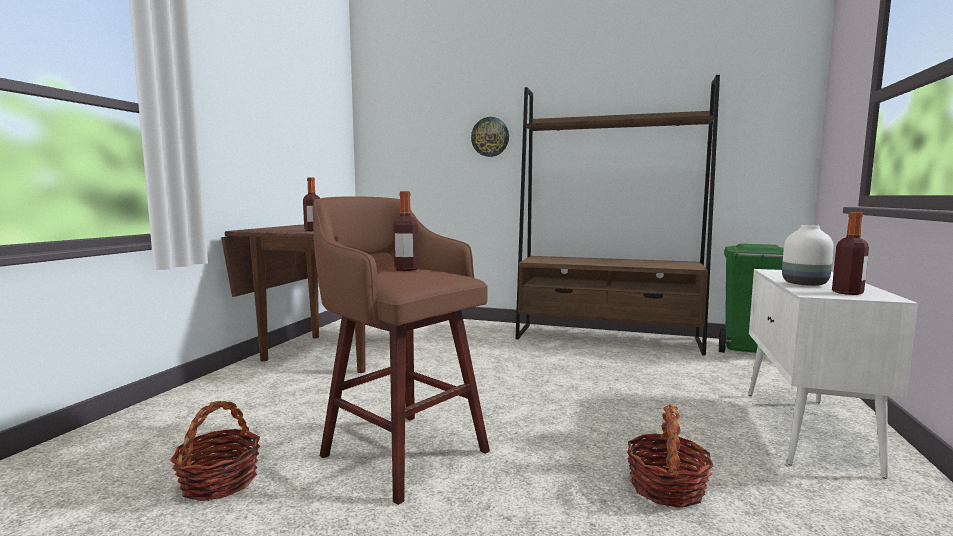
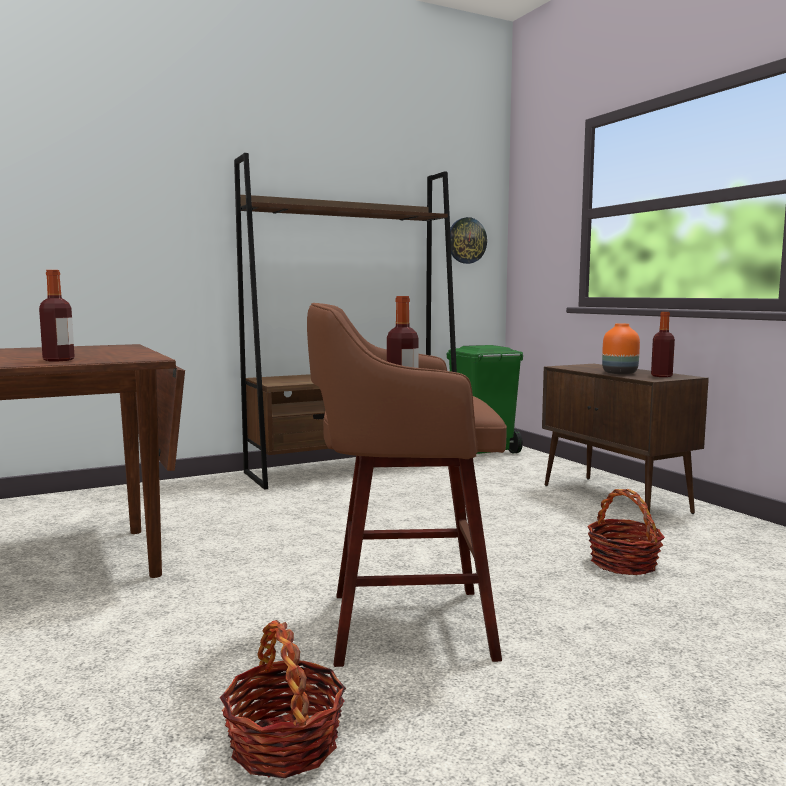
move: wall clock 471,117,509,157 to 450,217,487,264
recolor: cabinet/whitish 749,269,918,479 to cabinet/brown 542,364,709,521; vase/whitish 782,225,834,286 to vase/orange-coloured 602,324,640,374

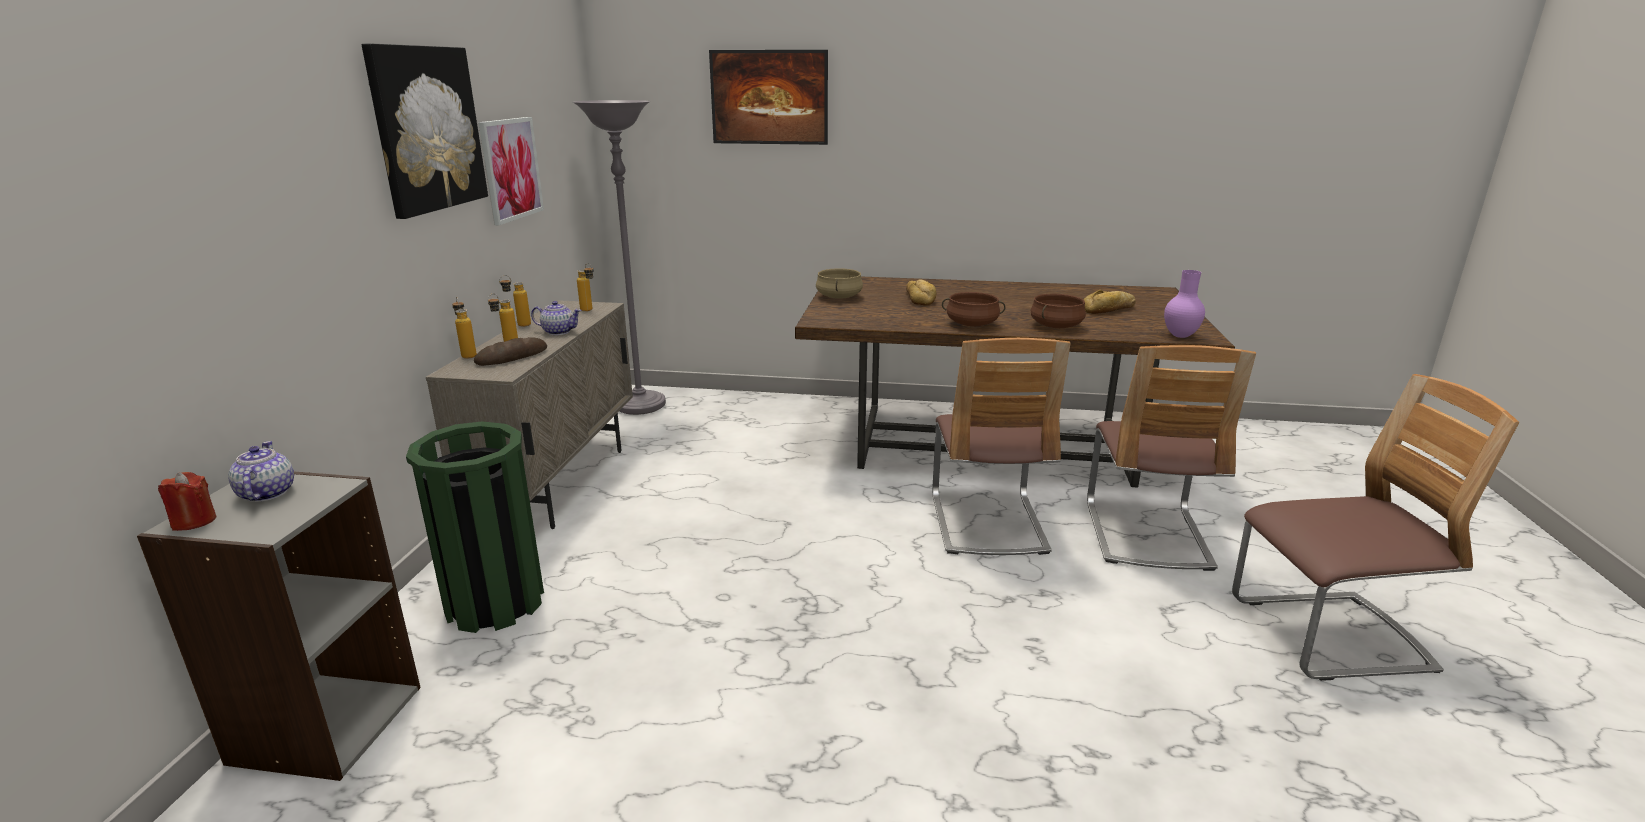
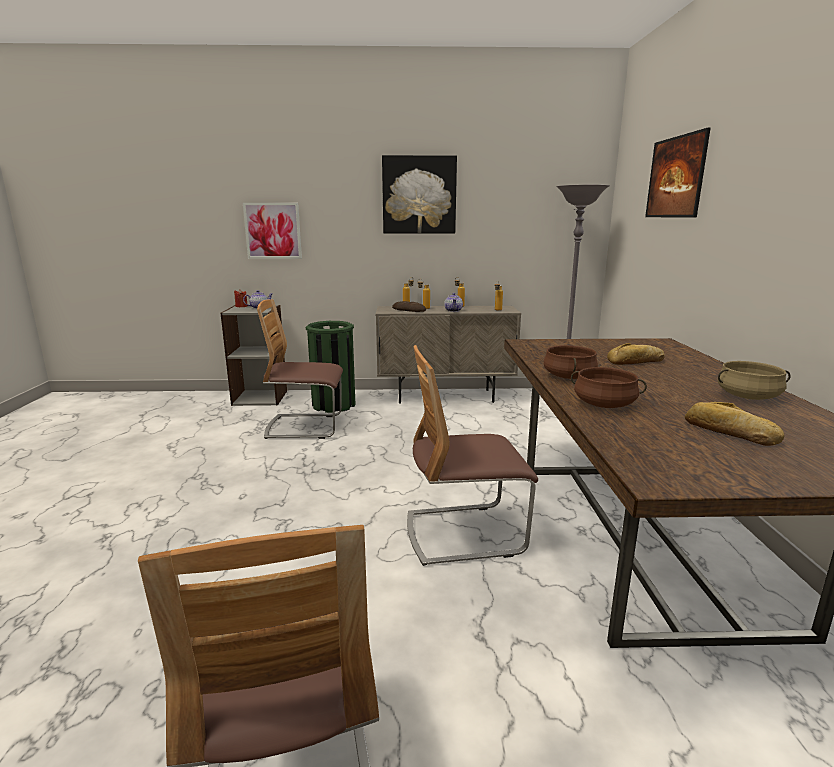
delete: vase/purplish 1164,270,1205,338
move: wall picture 479,117,544,225 to 243,203,302,259; stockpot/beige-coloured 816,268,863,299 to 718,361,791,400; plain chair 1087,345,1256,571 to 257,299,343,439

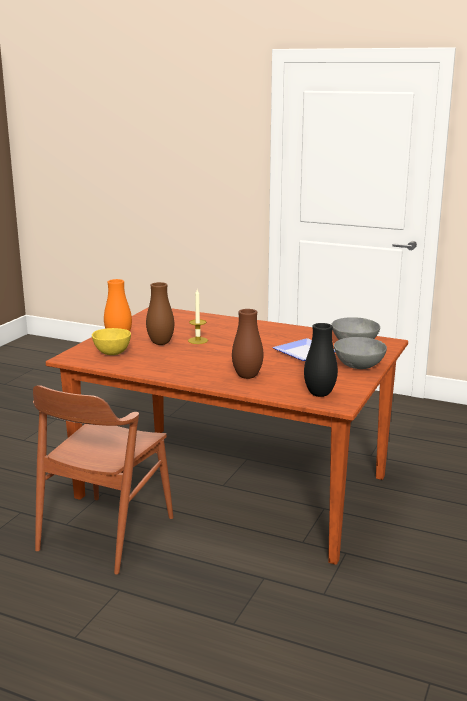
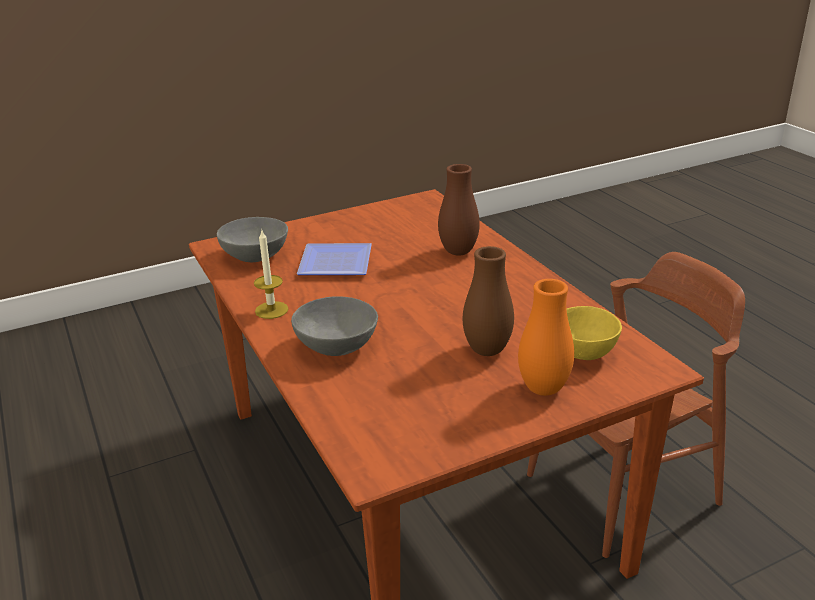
delete: vase/black-coloured 304,323,338,397
move: candle 188,289,208,344 to 254,231,288,319; bowl/greyish 334,337,387,369 to 291,296,378,356

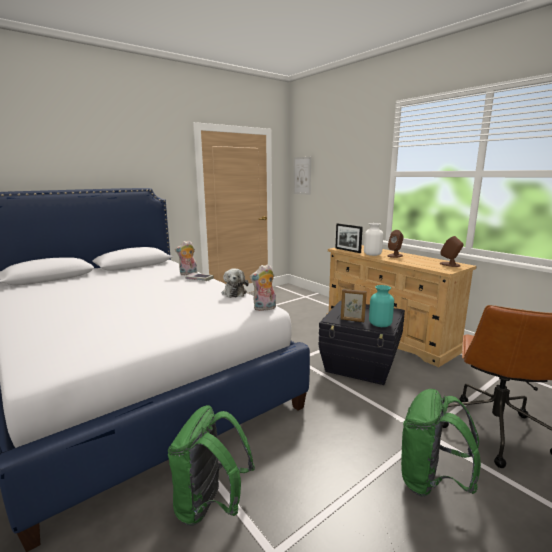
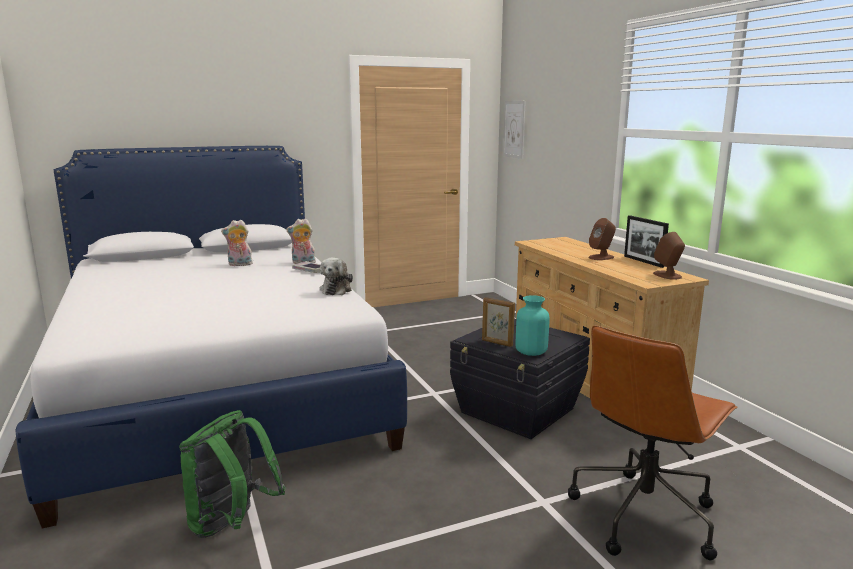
delete: vase/whitish 364,223,383,256; rucksack/greenish 401,389,481,497
move: plush toy 249,264,276,311 to 221,220,253,266; standing frame 335,223,363,253 to 624,215,669,268

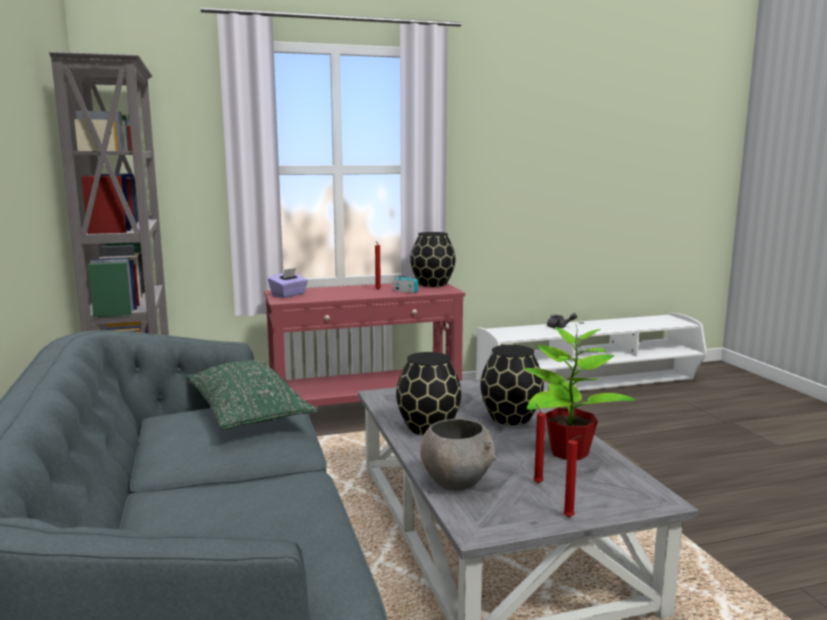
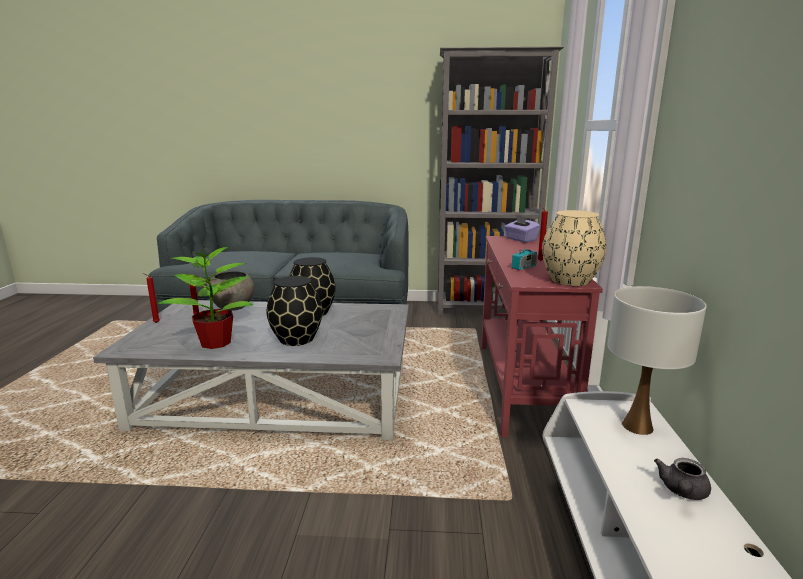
delete: pillow/greenish 185,360,318,429
insert: lamp for a table/whitish 607,286,707,435
recolor: vase/black-coloured 410,232,456,287 to vase/beige-coloured 542,210,606,286

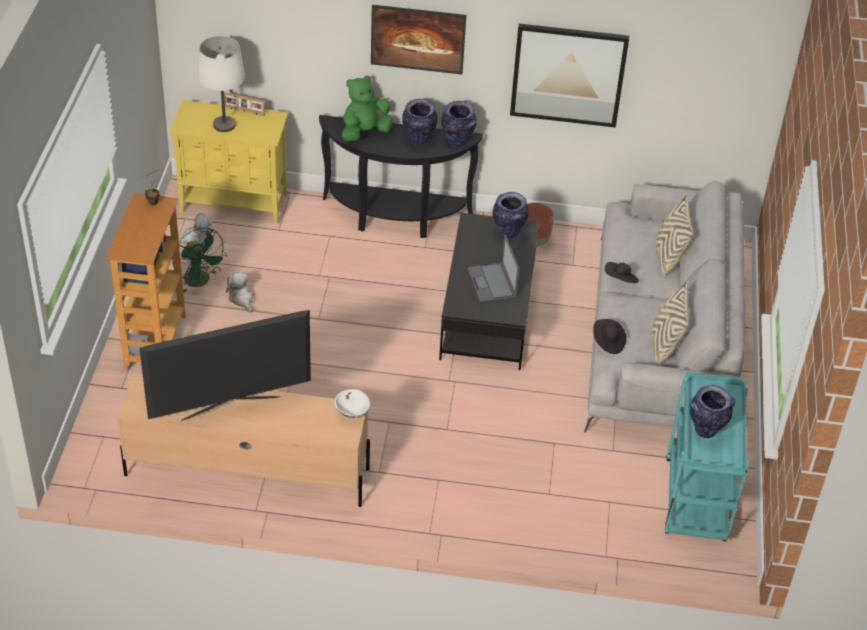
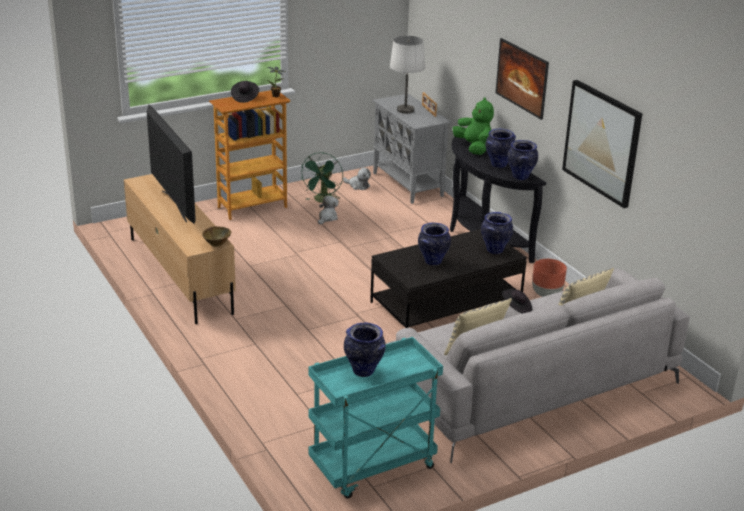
move: hat/black-coloured 593,319,626,354 to 231,81,259,103
replace: notebook computer 467,235,519,302 to vase 418,222,451,265
recolor: cabinet/yellow-coloured 169,100,288,224 to cabinet/greyish 373,94,452,204; bowl/whitish 335,389,370,419 to bowl/brown 202,226,231,247
rotate: TV 139,310,311,421 = 147,105,196,224 150 degrees counterclockwise; plush toy/greenish 342,75,393,141 = 452,97,494,155 45 degrees clockwise

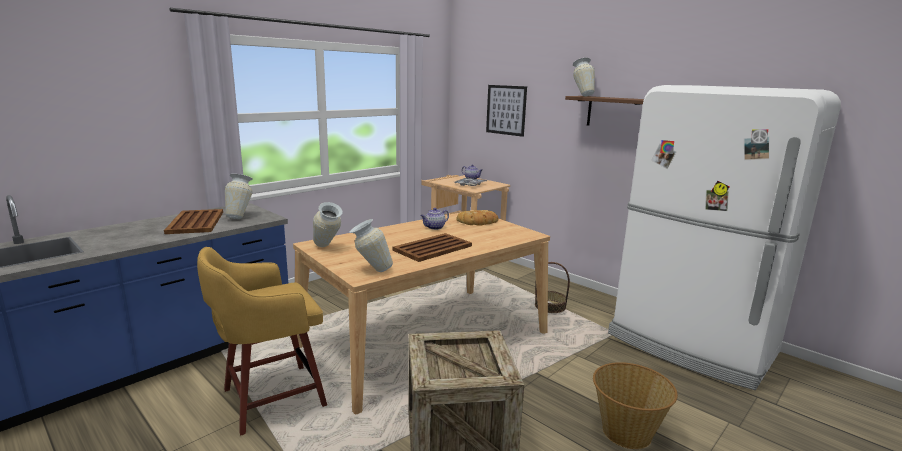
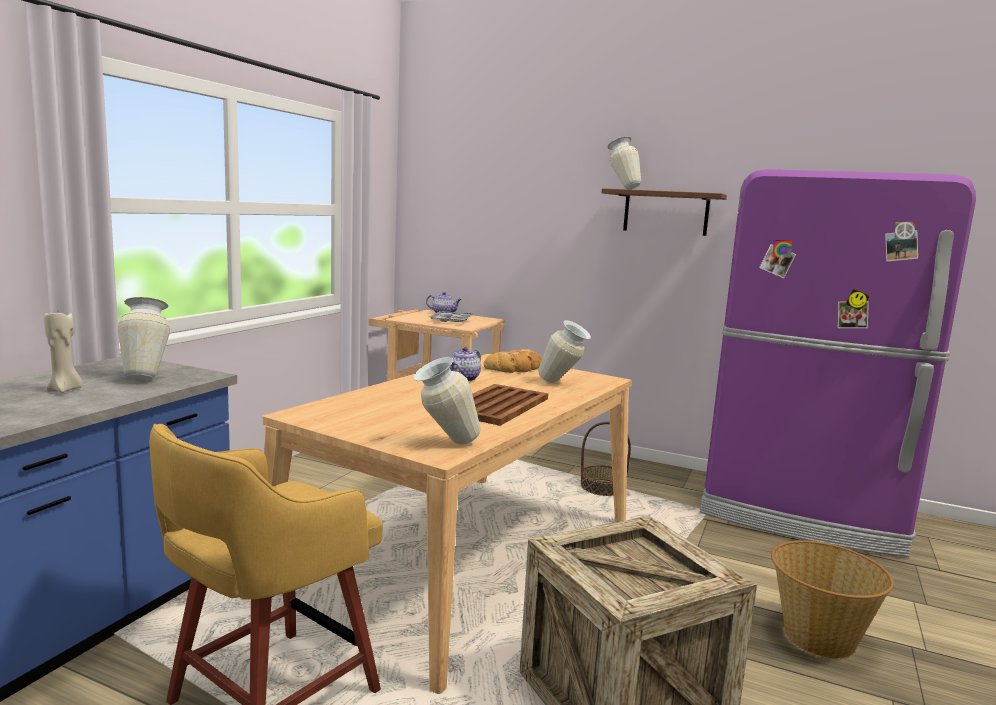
delete: wall picture 486,85,527,137
move: vase 313,202,343,247 to 538,320,591,383
replace: carrying tray/brown 164,209,223,234 to candle/beige-coloured 44,312,83,393
recolor: fridge/whitish 608,85,841,390 to fridge/purplish 700,169,976,557

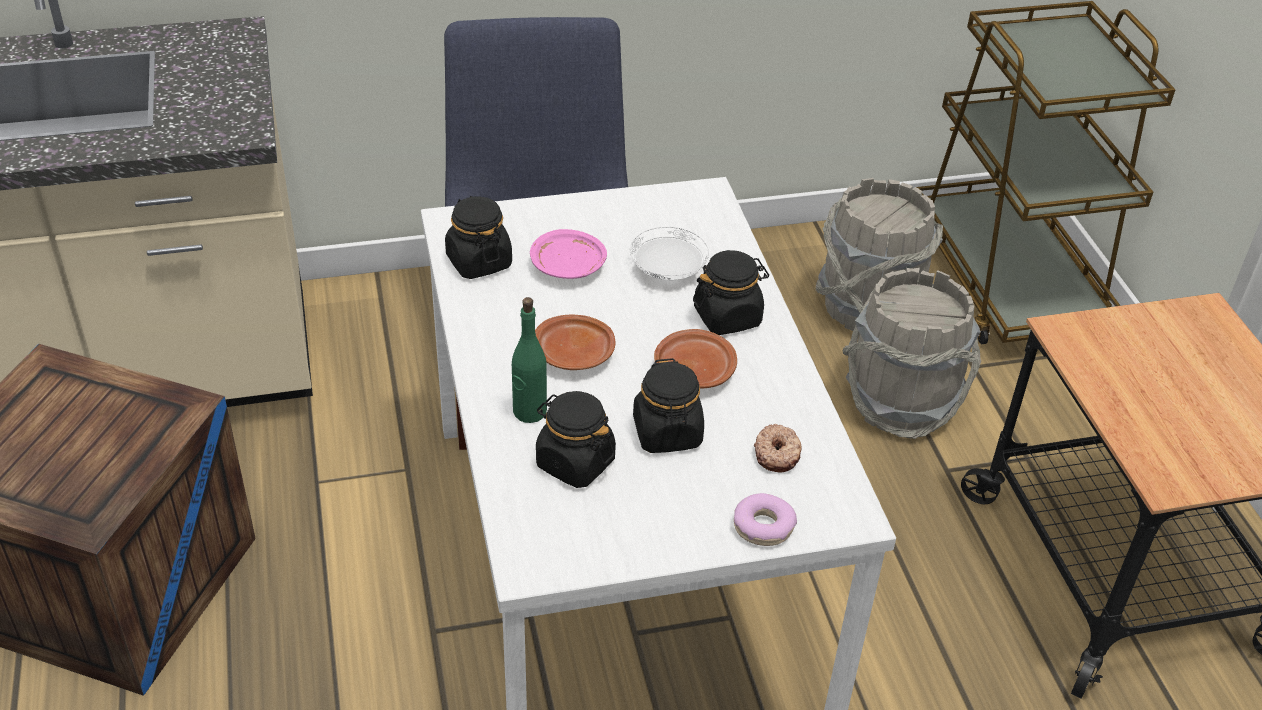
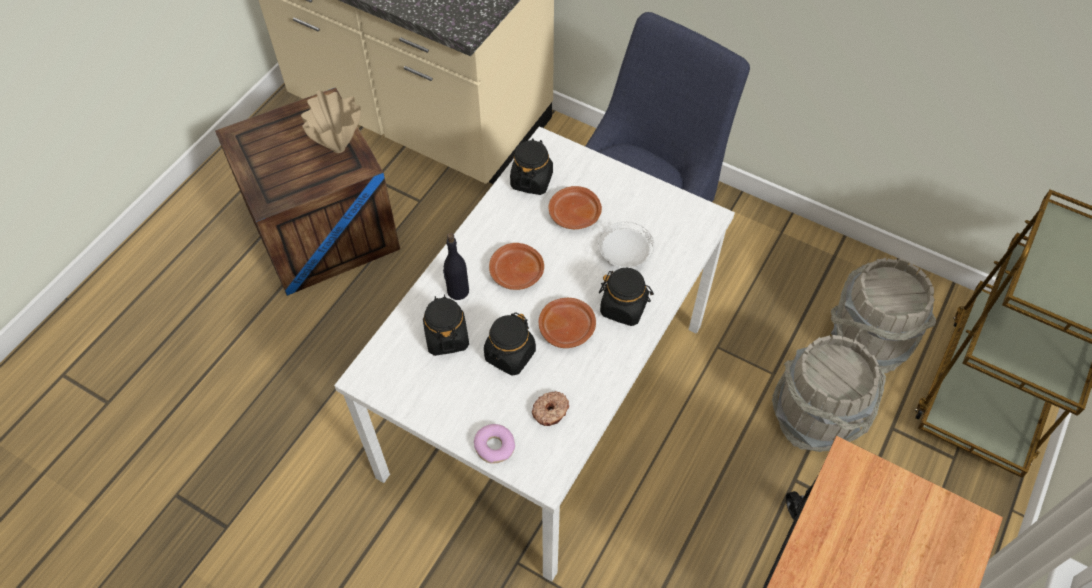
insert: vase/beige-coloured 301,90,361,153
recolor: bottle/greenish 512,297,547,423 to bottle/black-coloured 443,233,469,300; plate/pink-coloured 530,229,607,279 to plate/brown 548,186,602,229

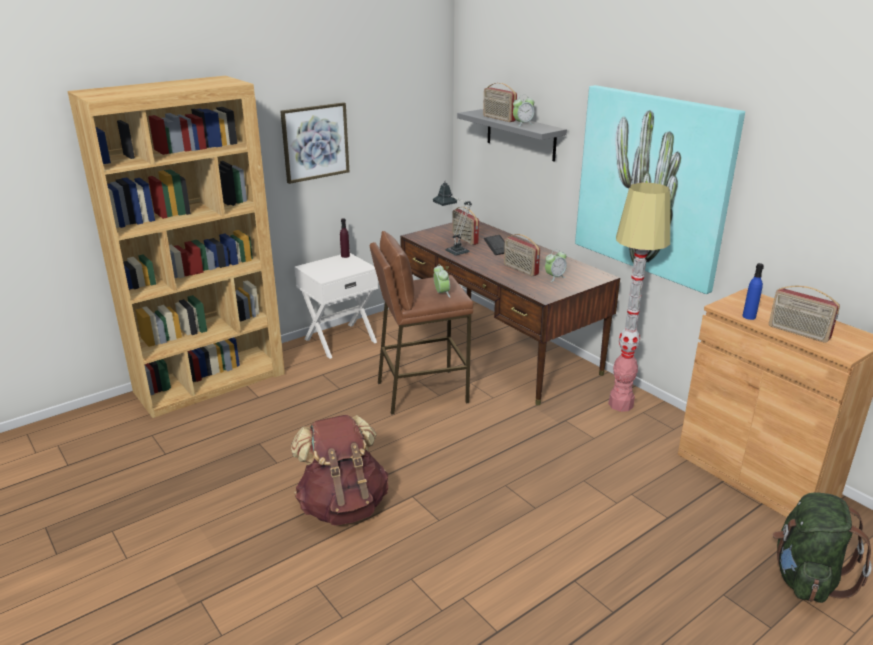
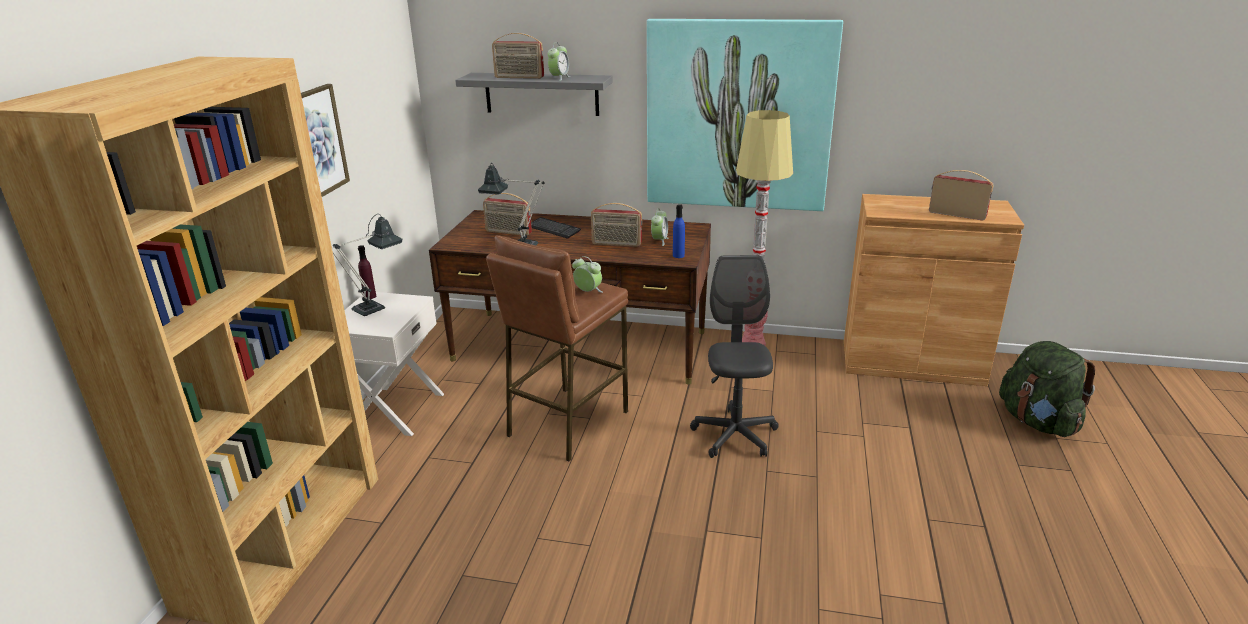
delete: rucksack/brown 291,415,388,526
insert: lamp for a table 332,214,402,316; computer chair/greyish 690,255,779,458
move: bottle/blue 742,263,764,320 to 673,204,685,258
rotate: radio set 769,286,840,343 = 929,170,993,221 150 degrees counterclockwise

